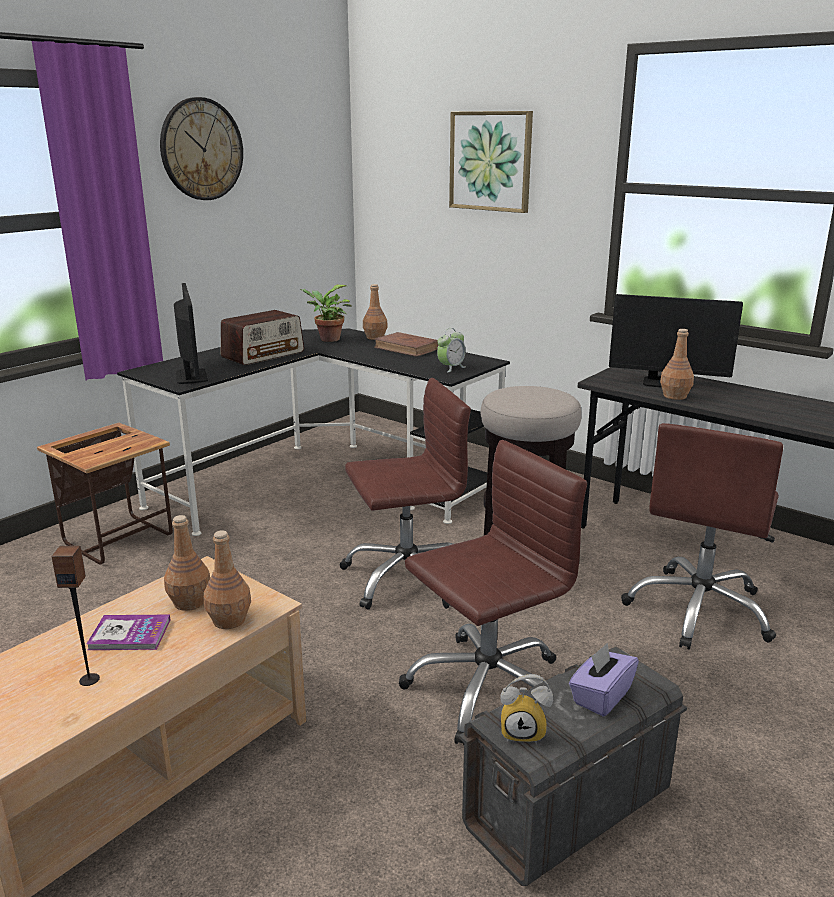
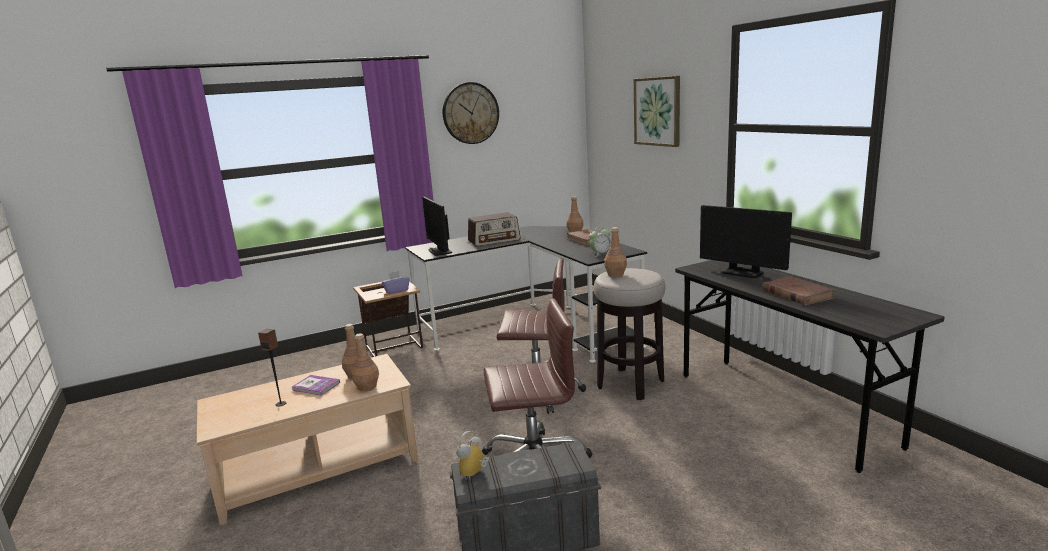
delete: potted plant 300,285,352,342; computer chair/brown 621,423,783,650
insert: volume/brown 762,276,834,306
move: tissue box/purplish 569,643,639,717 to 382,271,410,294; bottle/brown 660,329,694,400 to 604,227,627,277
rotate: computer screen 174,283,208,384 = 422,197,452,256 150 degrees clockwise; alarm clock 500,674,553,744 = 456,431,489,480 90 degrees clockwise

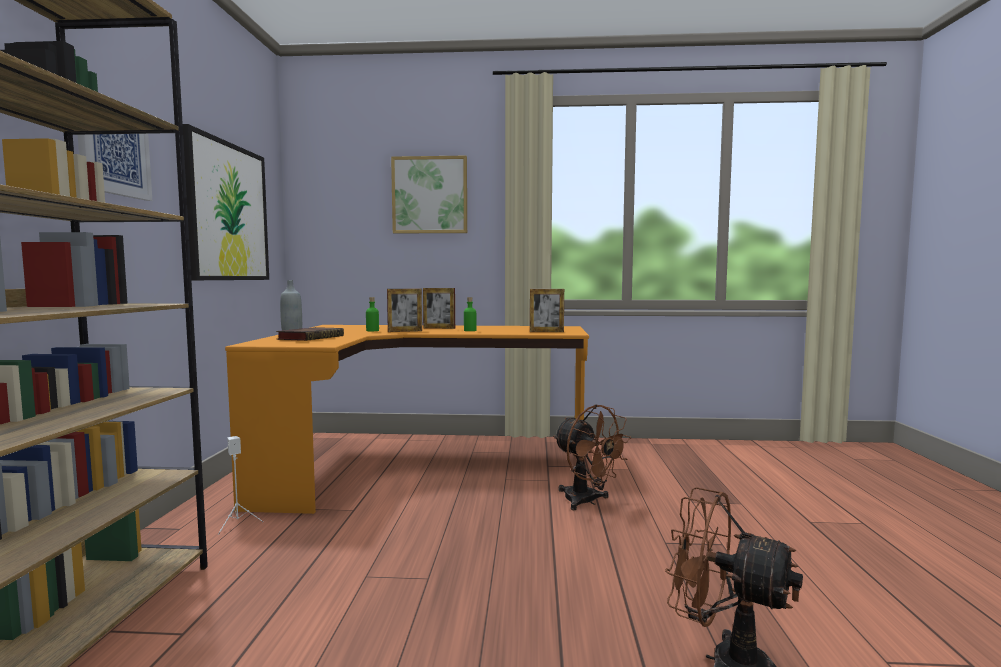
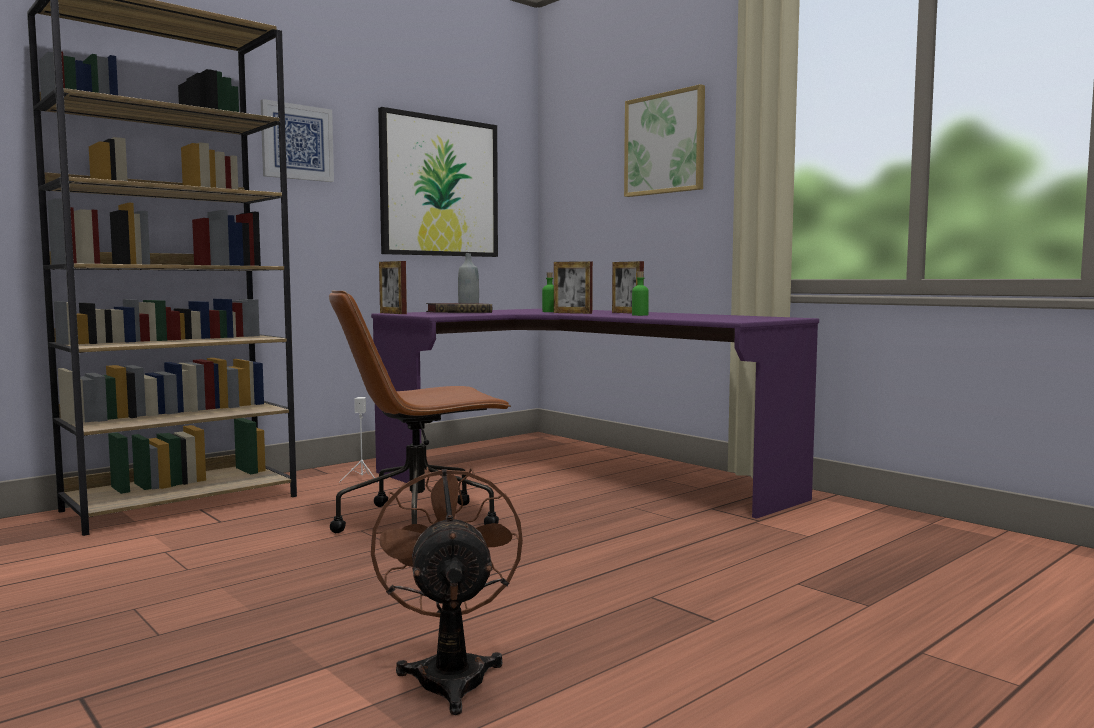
delete: cooling fan/brown 553,404,631,510
insert: computer chair/brown 329,290,511,533
move: standing frame 530,289,564,332 to 379,261,407,314
recolor: desk/orange-coloured 225,325,589,514 to desk/purplish 371,309,819,519

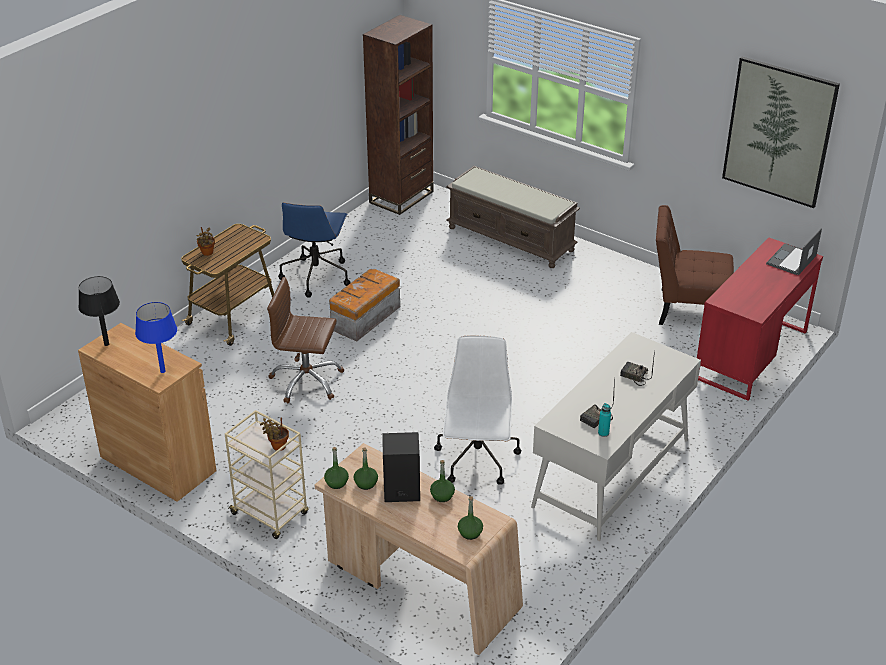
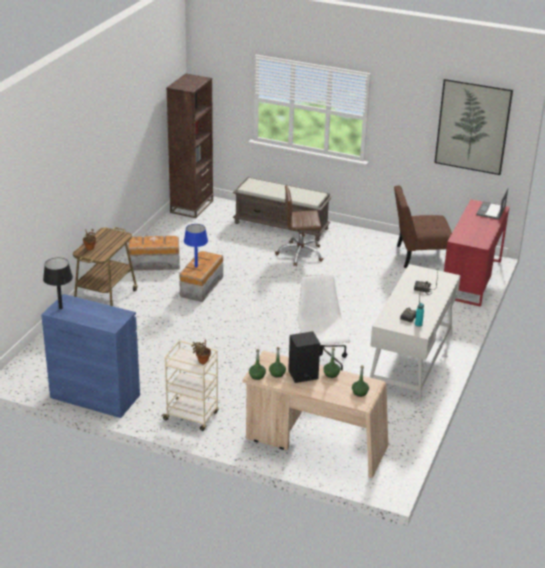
move: lamp for a table/blue 135,302,177,373 to 184,224,208,267; computer chair/brown 267,277,344,403 to 275,185,323,266
replace: computer chair/blue 278,202,351,298 to storage bin 128,236,180,271
recolor: cabinet/brown 78,323,217,502 to cabinet/blue 41,294,140,418

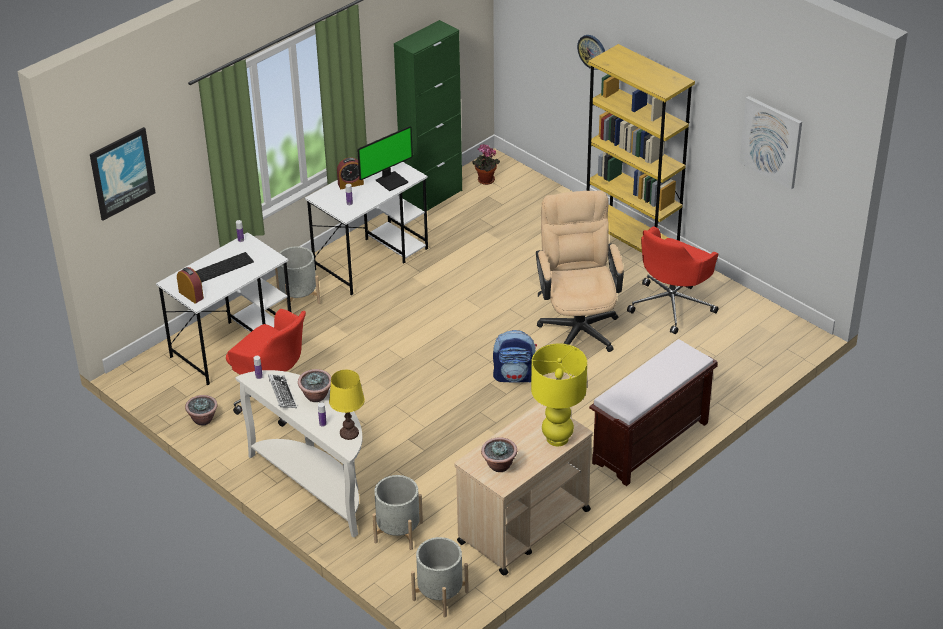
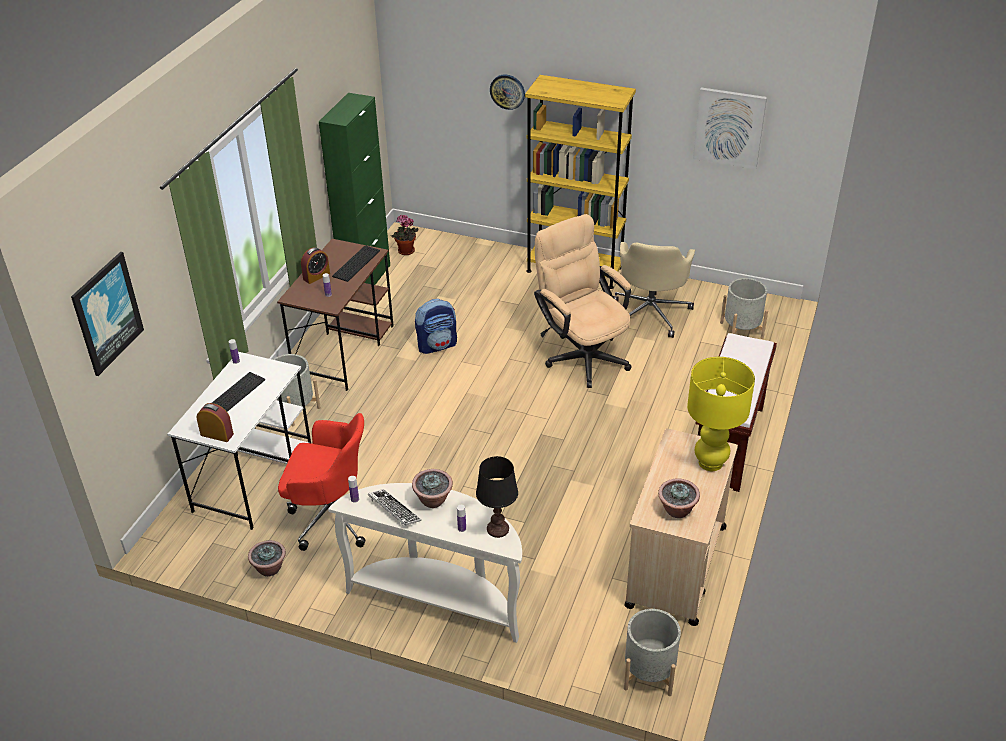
move: planter/greyish 372,475,423,550 to 720,278,768,339; rucksack 493,330,537,383 to 415,299,457,354
replace: computer screen 357,126,413,191 to keyboard 332,245,380,282
recolor: desk/whitish 305,162,428,295 to desk/brown 277,239,394,391; lamp for a table/yellow-coloured 329,370,365,440 to lamp for a table/black-coloured 476,456,518,538; computer chair/red 627,226,719,334 to computer chair/beige-coloured 613,242,695,338

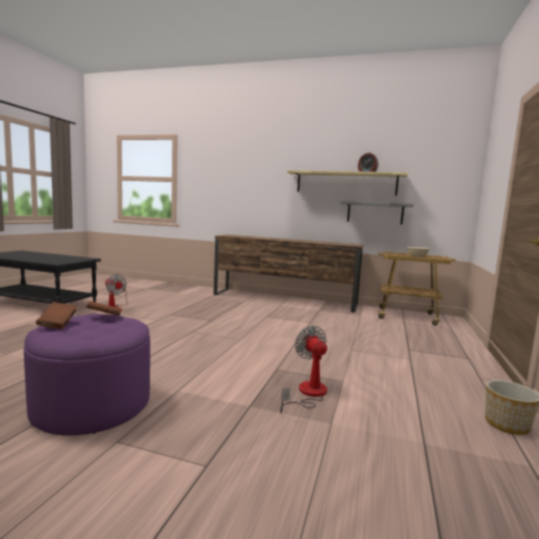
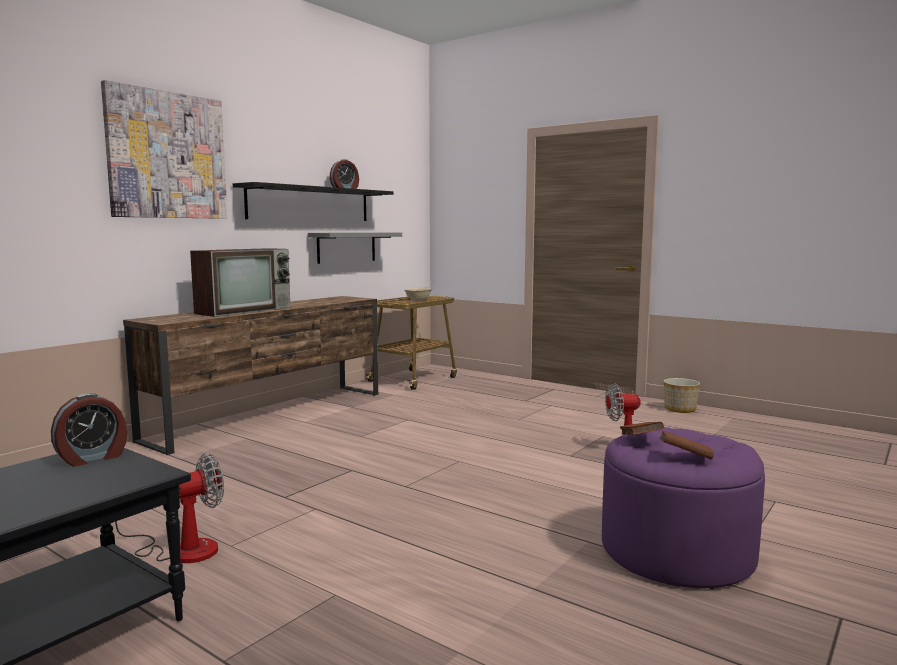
insert: alarm clock 51,393,127,467; wall picture 101,80,228,219; TV 190,248,290,317
recolor: shelf/beige-coloured 287,170,408,195 to shelf/black-coloured 233,182,393,221

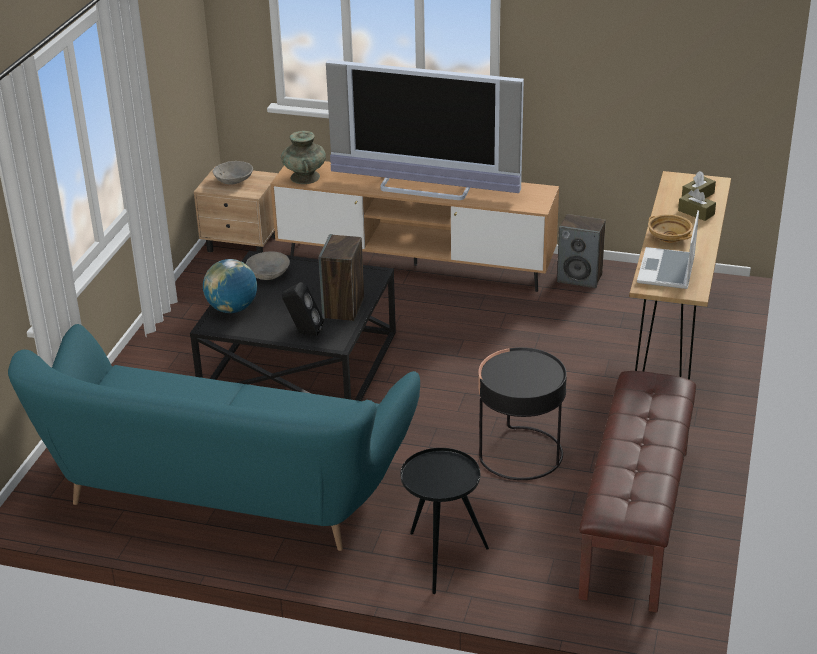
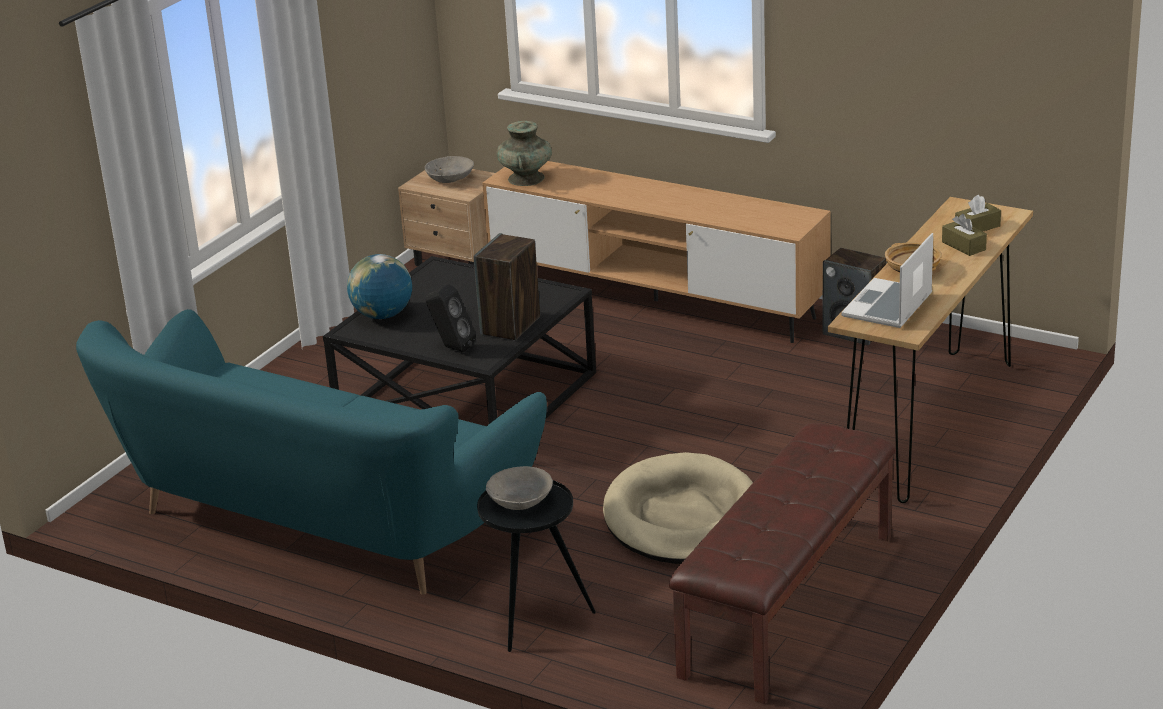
delete: TV 326,60,524,200
move: bowl/greyish 246,251,290,280 to 486,466,553,510
replace: end table/black-coloured 478,347,567,480 to dog bed/beige-coloured 603,452,753,564

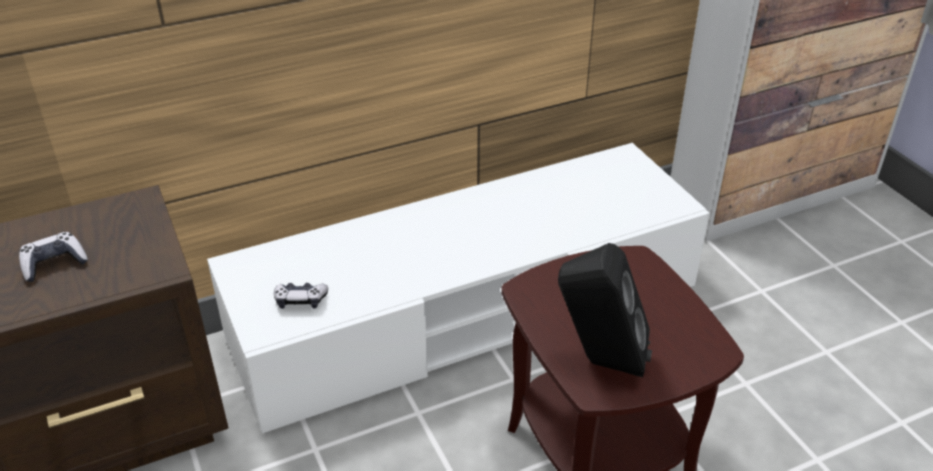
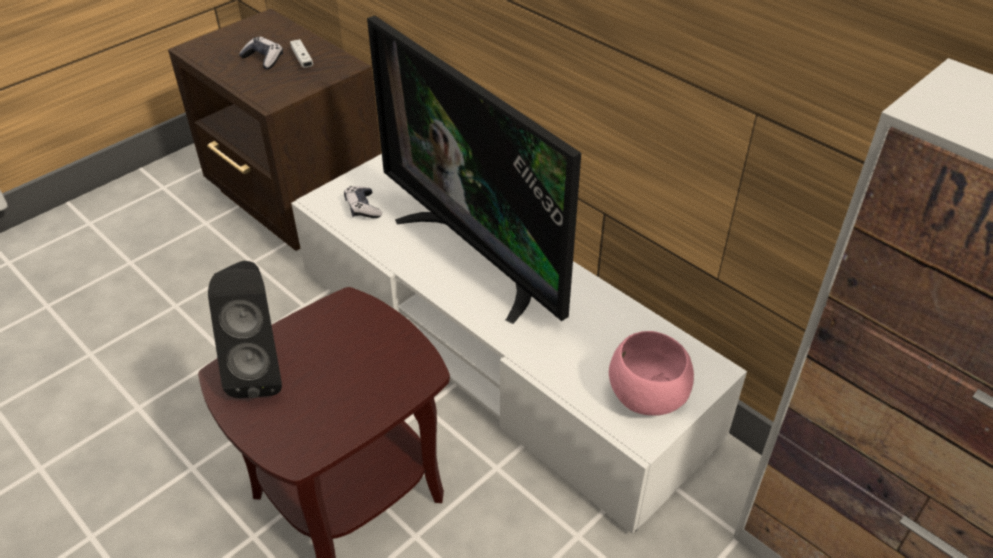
insert: joypad/whitish 290,39,313,68; TV 367,16,581,324; bowl/pink-coloured 609,331,694,416

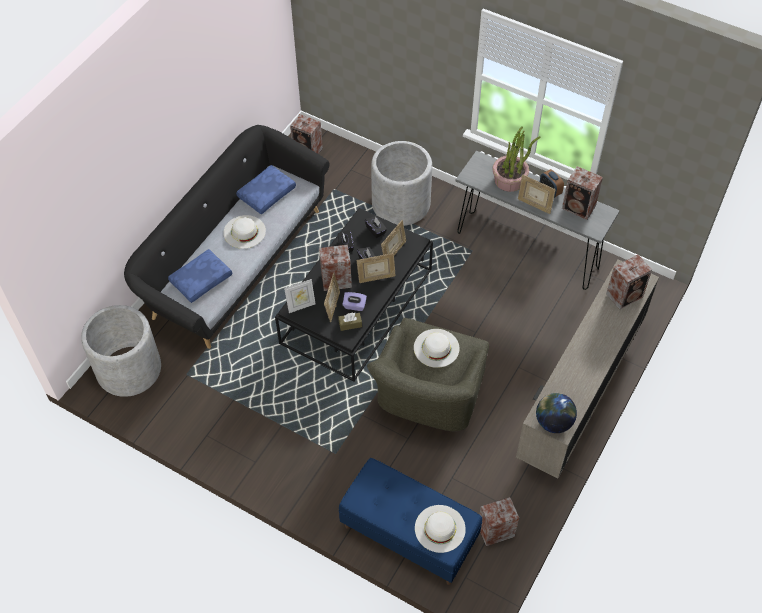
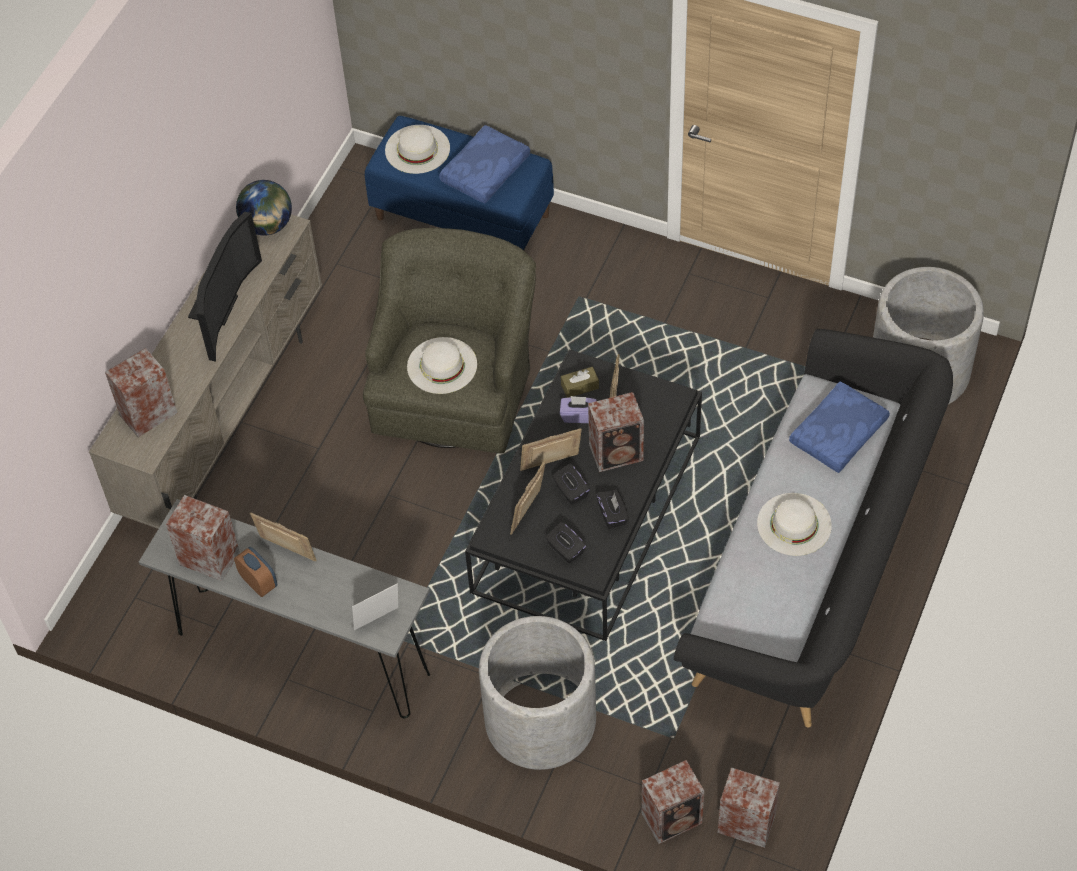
delete: potted plant 492,126,540,192
insert: TV 188,212,262,362
move: pillow/blue 236,165,296,214 to 439,125,530,204; standing frame 284,279,316,313 to 352,584,398,630; speaker 479,497,519,546 to 642,760,704,844

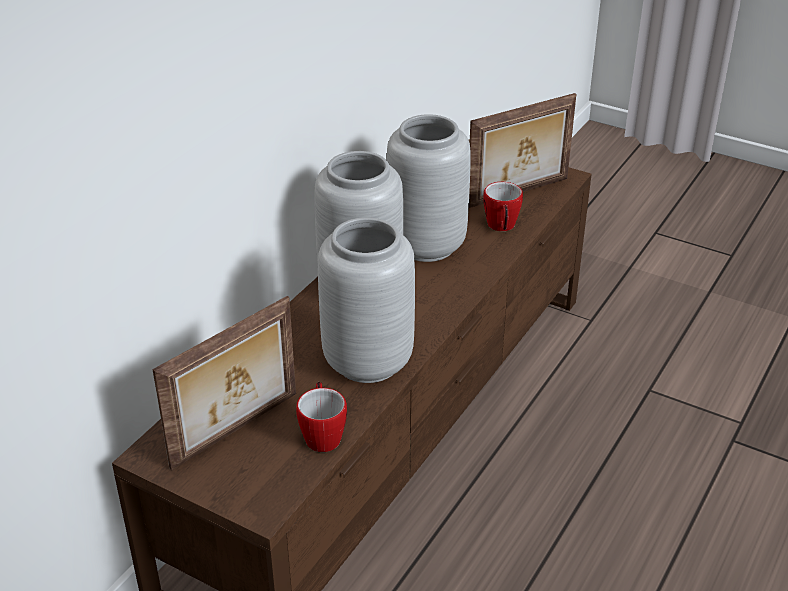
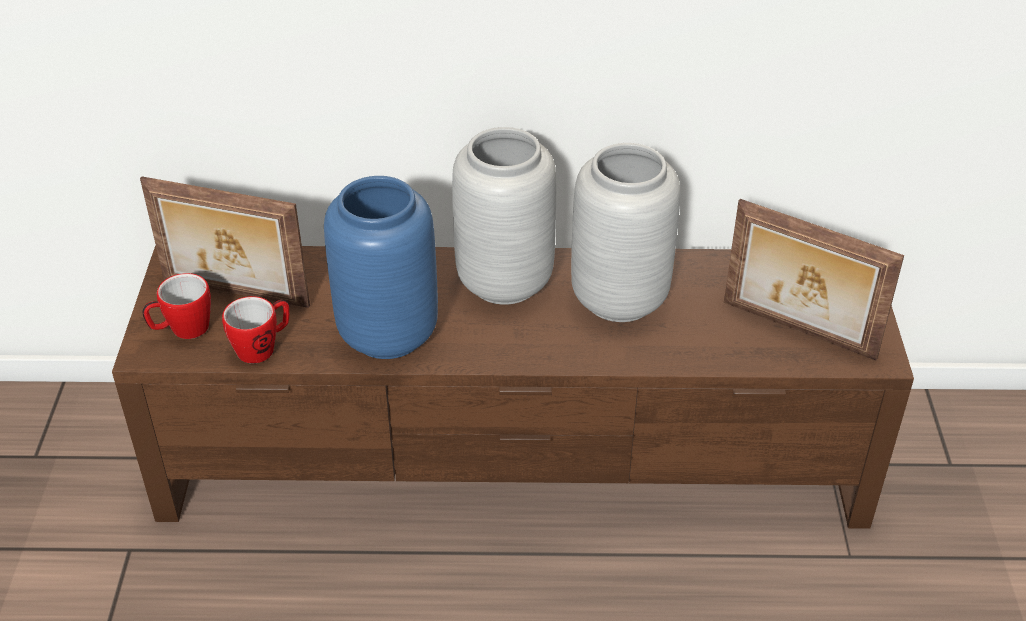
move: mug 483,182,523,231 to 142,273,211,339
recolor: vase/greyish 318,217,415,383 to vase/blue 324,176,438,359

